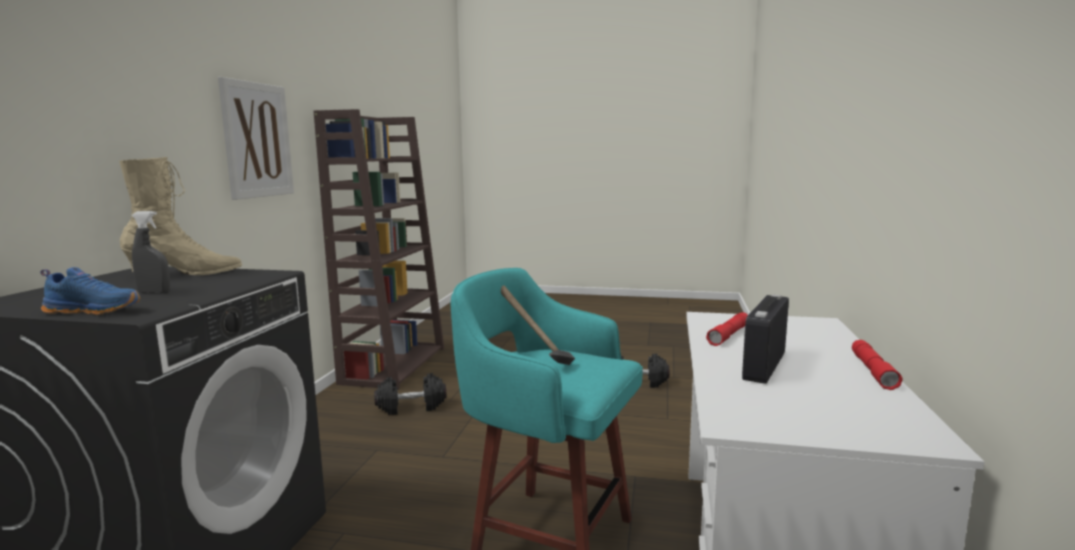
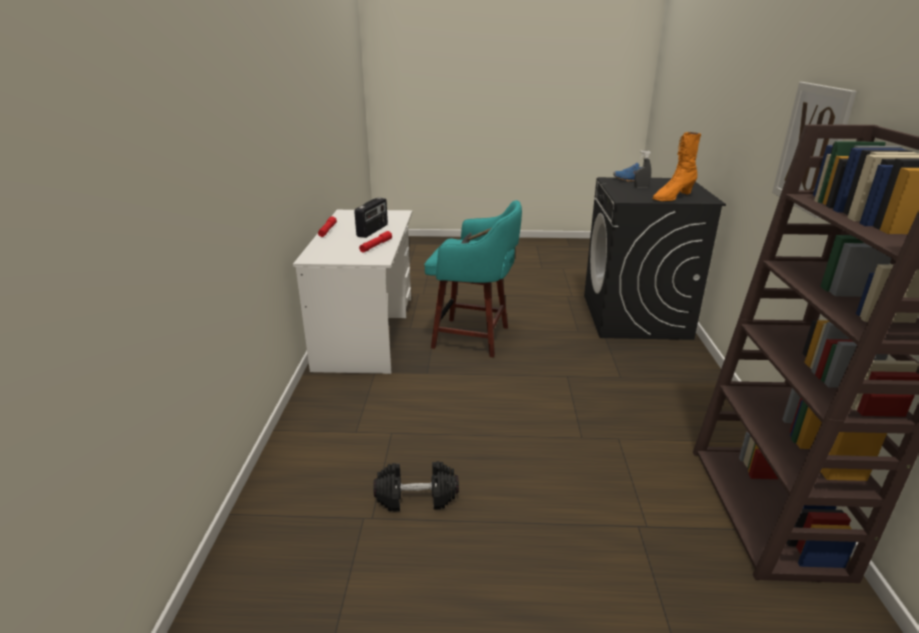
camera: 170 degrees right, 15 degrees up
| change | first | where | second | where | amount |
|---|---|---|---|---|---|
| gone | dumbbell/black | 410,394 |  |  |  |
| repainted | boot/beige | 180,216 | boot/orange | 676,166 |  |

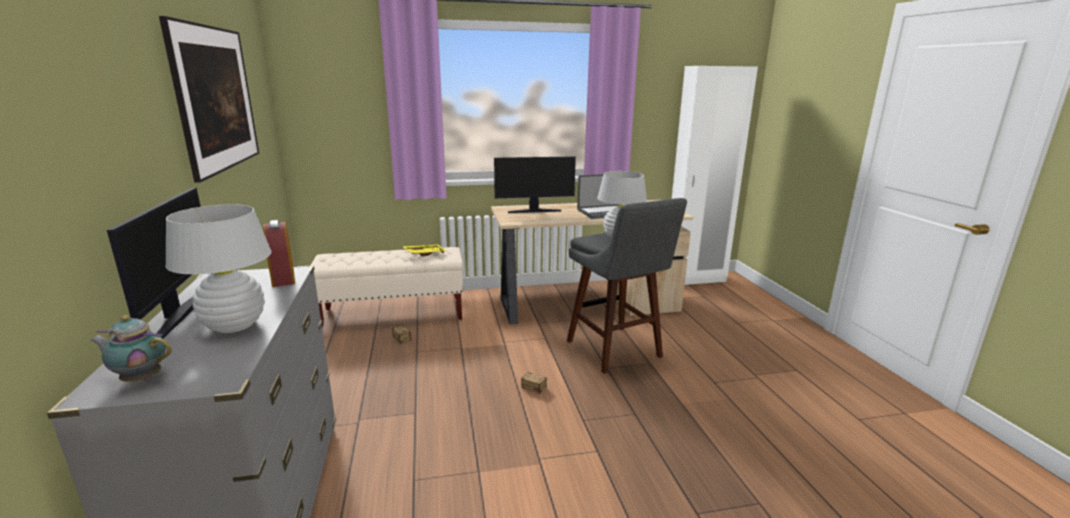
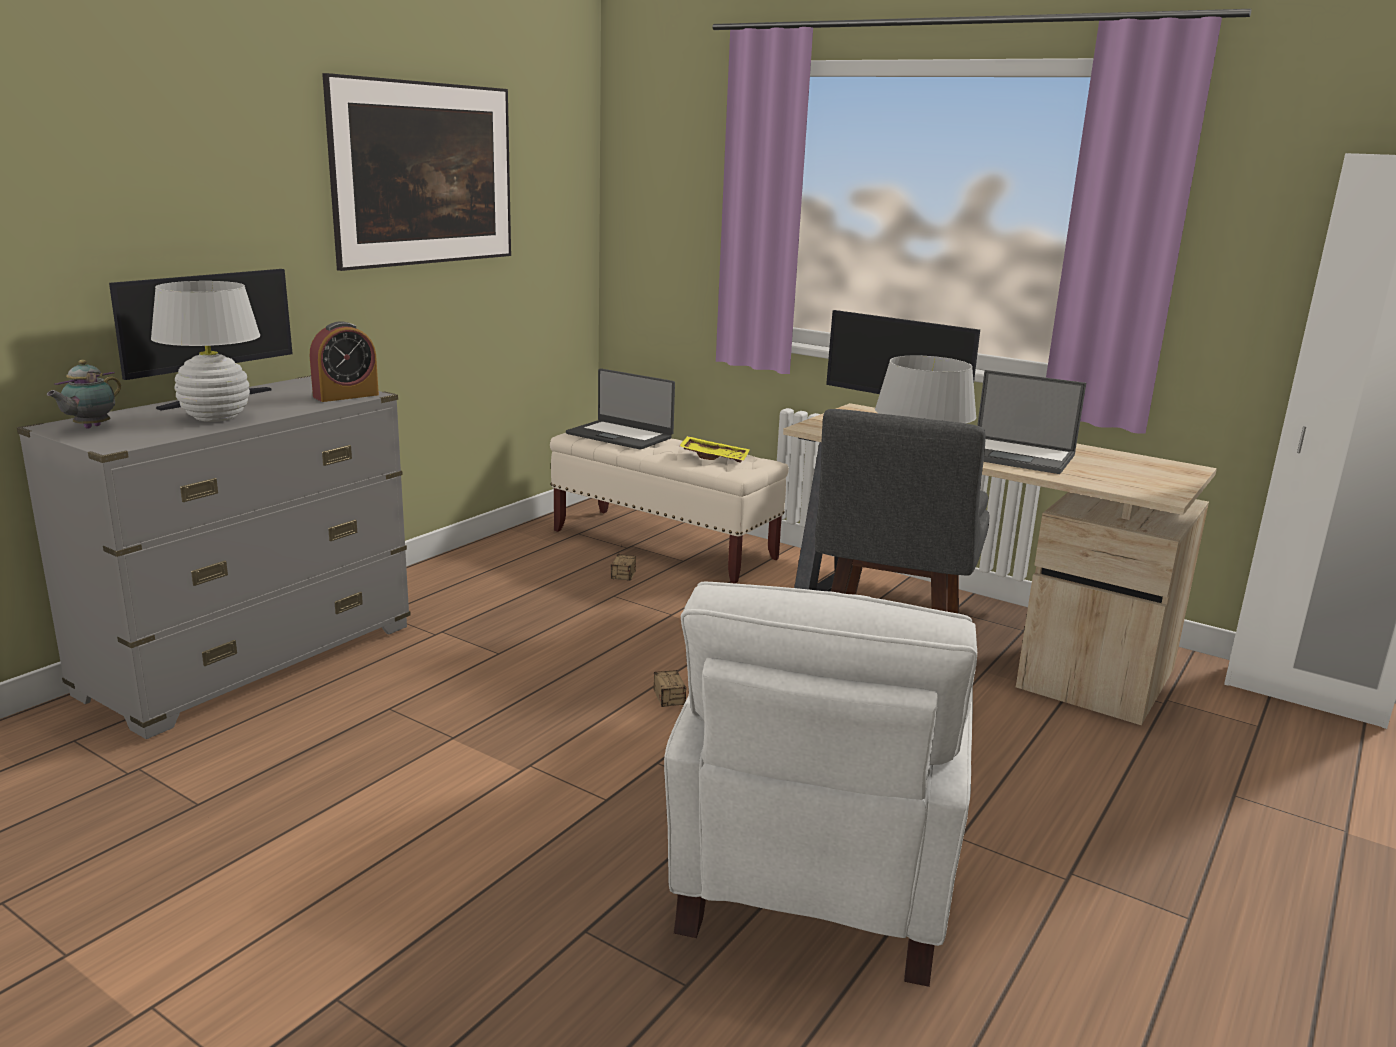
camera: 45 degrees right, 0 degrees up
| change | first | where | second | where | amount |
|---|---|---|---|---|---|
| new |  |  | laptop | 620,409 |  |
| new |  |  | armchair/white | 820,784 |  |
| rotated | teapot | 131,348 |  | 84,394 | 120 degrees counterclockwise |
| rotated | alarm clock | 279,253 |  | 344,361 | 150 degrees counterclockwise |

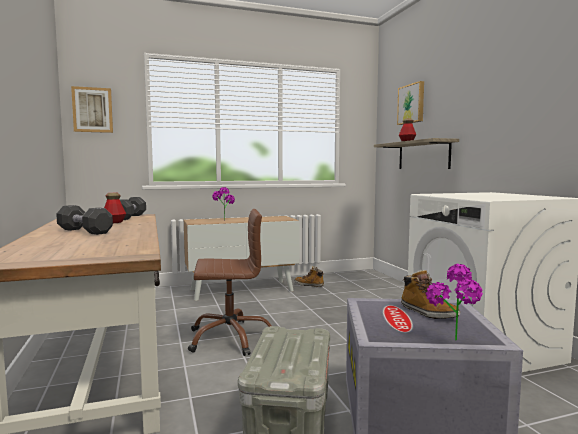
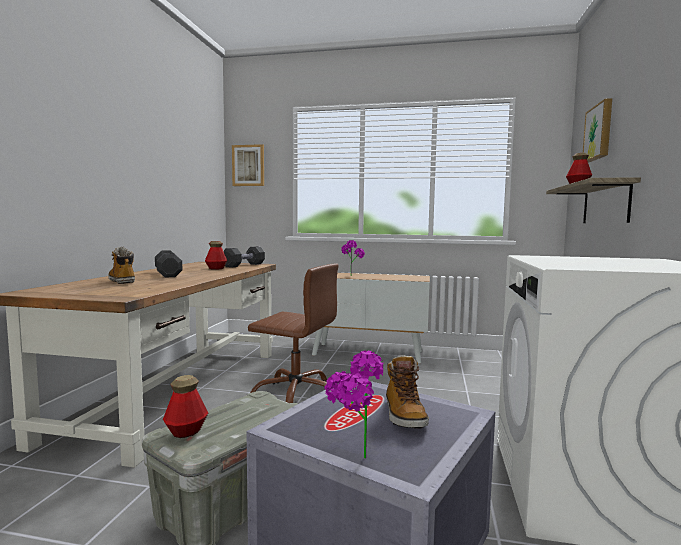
camera: 30 degrees right, 0 degrees up
| change | first | where | second | where | amount |
|---|---|---|---|---|---|
| new |  |  | bottle | 185,406 |  |
| shifted | boot | 309,276 |  | 121,265 |  |

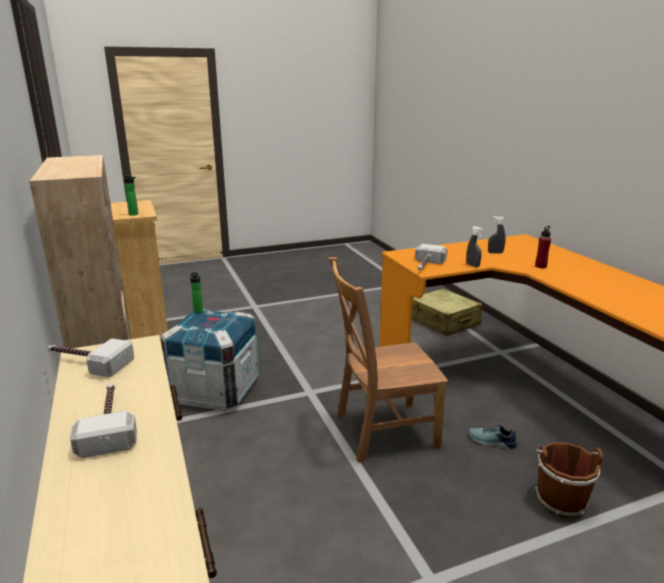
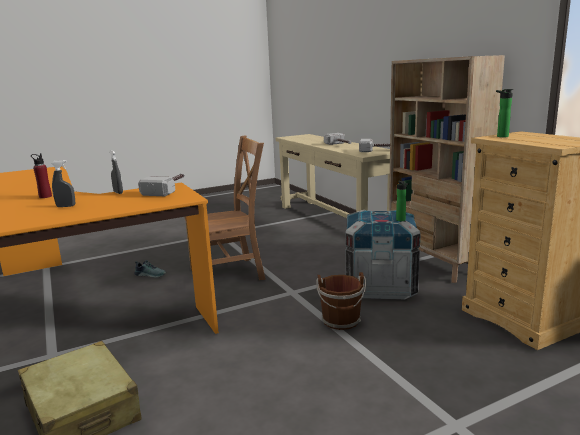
camera: 175 degrees right, 5 degrees down
| change | first | where | second | where | amount |
|---|---|---|---|---|---|
| shifted | bucket/brown | 569,480 |  | 341,301 |  |

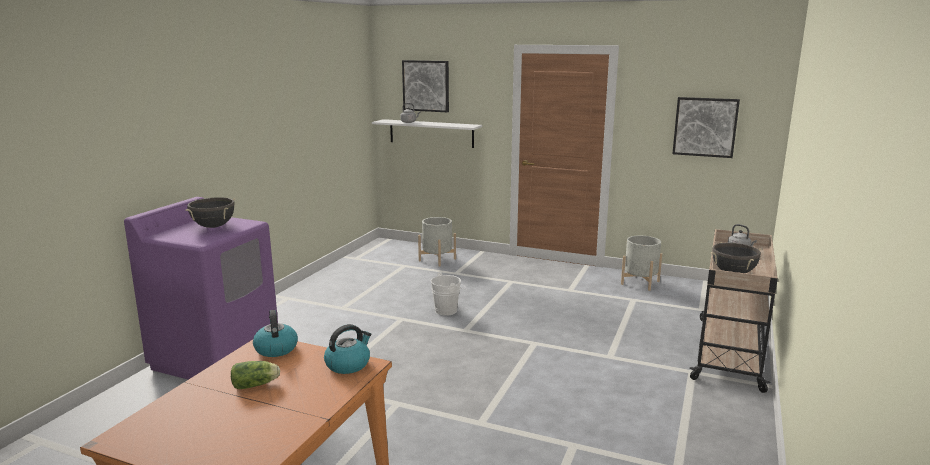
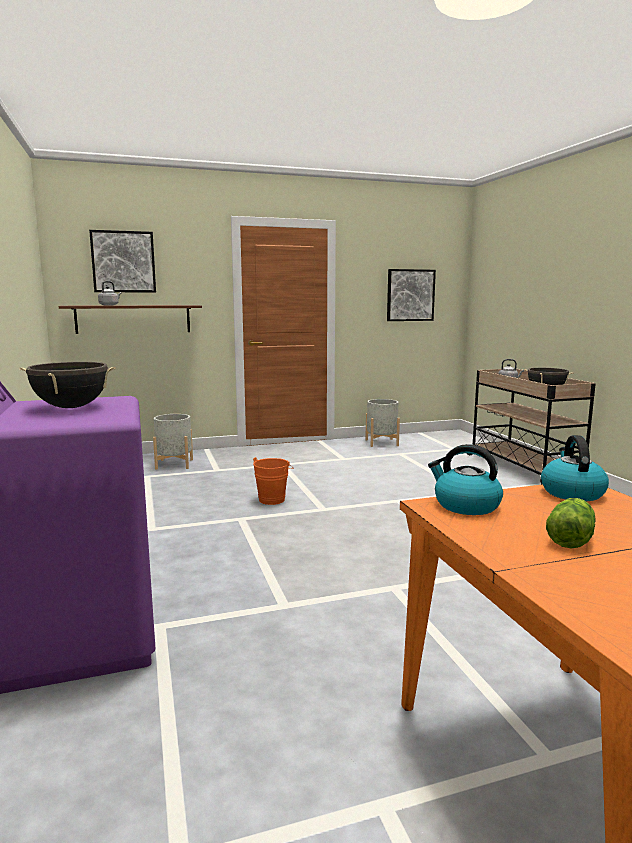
camera: 40 degrees left, 5 degrees down
| change | first | where | second | where | amount |
|---|---|---|---|---|---|
| repainted | shelf/white | 427,133 | shelf/brown | 130,319 |  |
| repainted | bucket/white | 448,294 | bucket/orange | 273,481 |  |

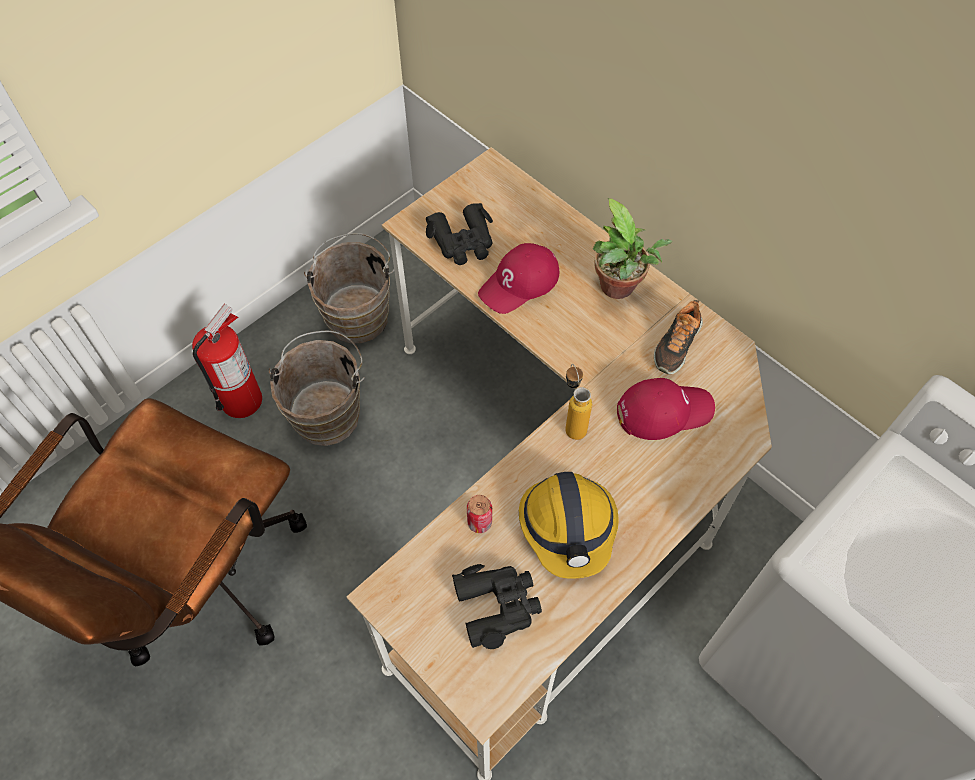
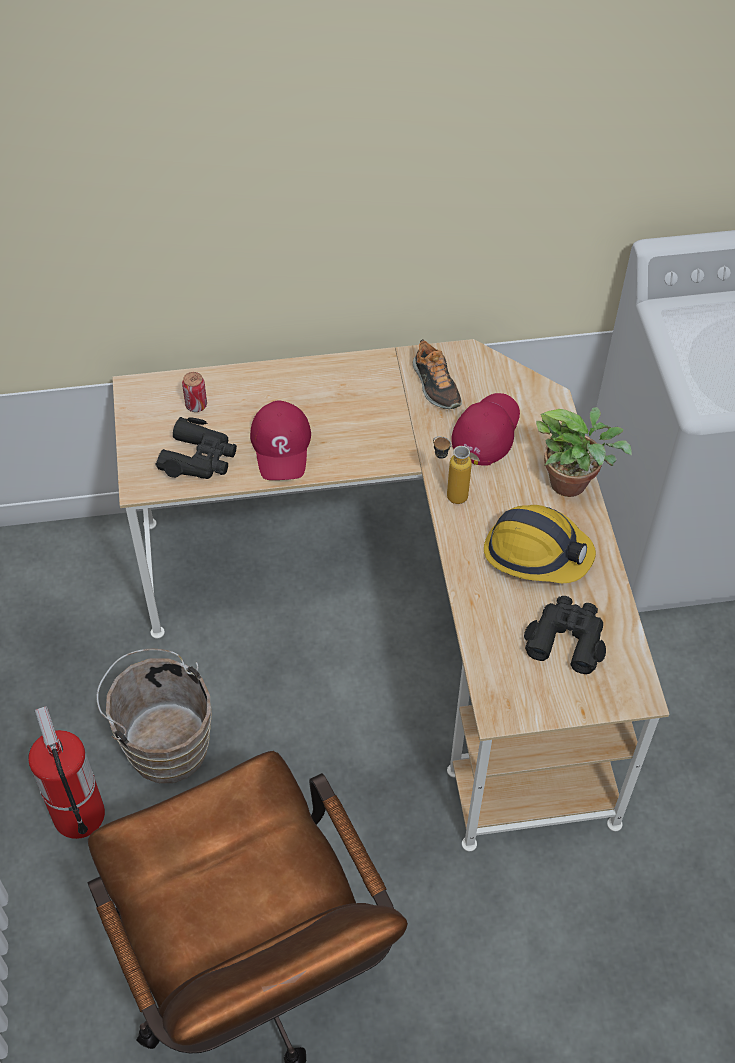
camera: 55 degrees left, 5 degrees down
| change | first | where | second | where | amount |
|---|---|---|---|---|---|
| gone | bucket/brown | 349,288 |  |  |  |
| shifted | can | 479,514 |  | 194,392 |  |
| shifted | potted plant | 633,248 |  | 584,452 |  |

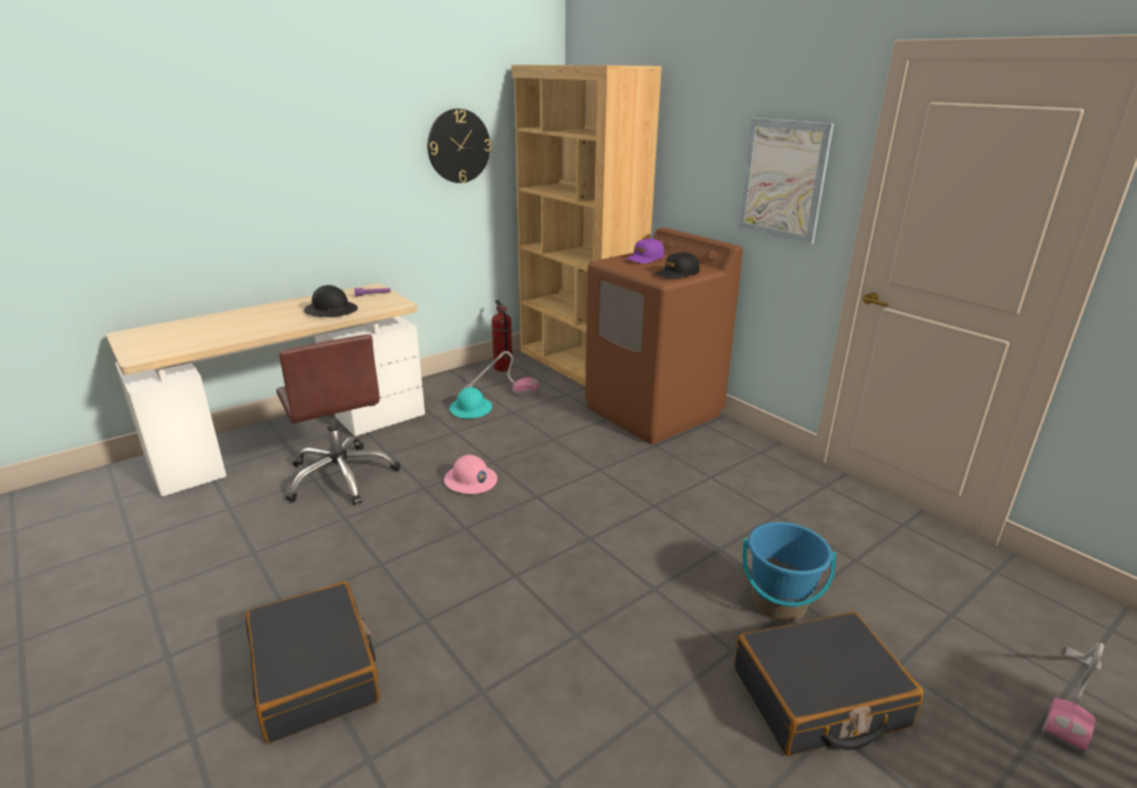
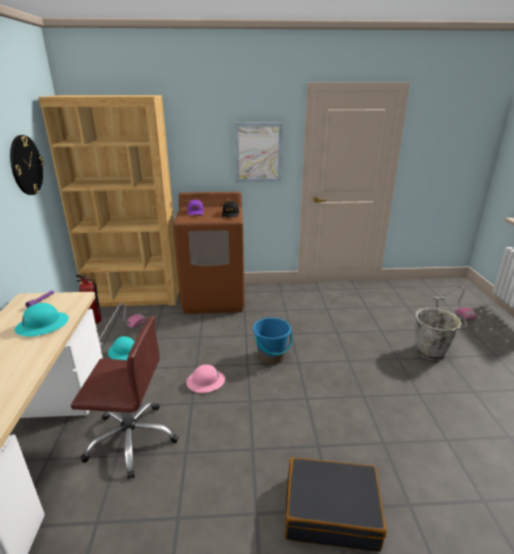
camera: 55 degrees left, 0 degrees up
| change | first | where | second | where | amount |
|---|---|---|---|---|---|
| shifted | bucket/blue | 789,572 |  | 272,341 |  |
| swapped | suitcase/black | 829,684 | bucket/grey | 441,334 |  |
| repainted | hard hat/black | 331,301 | hard hat/turquoise | 42,319 |  |

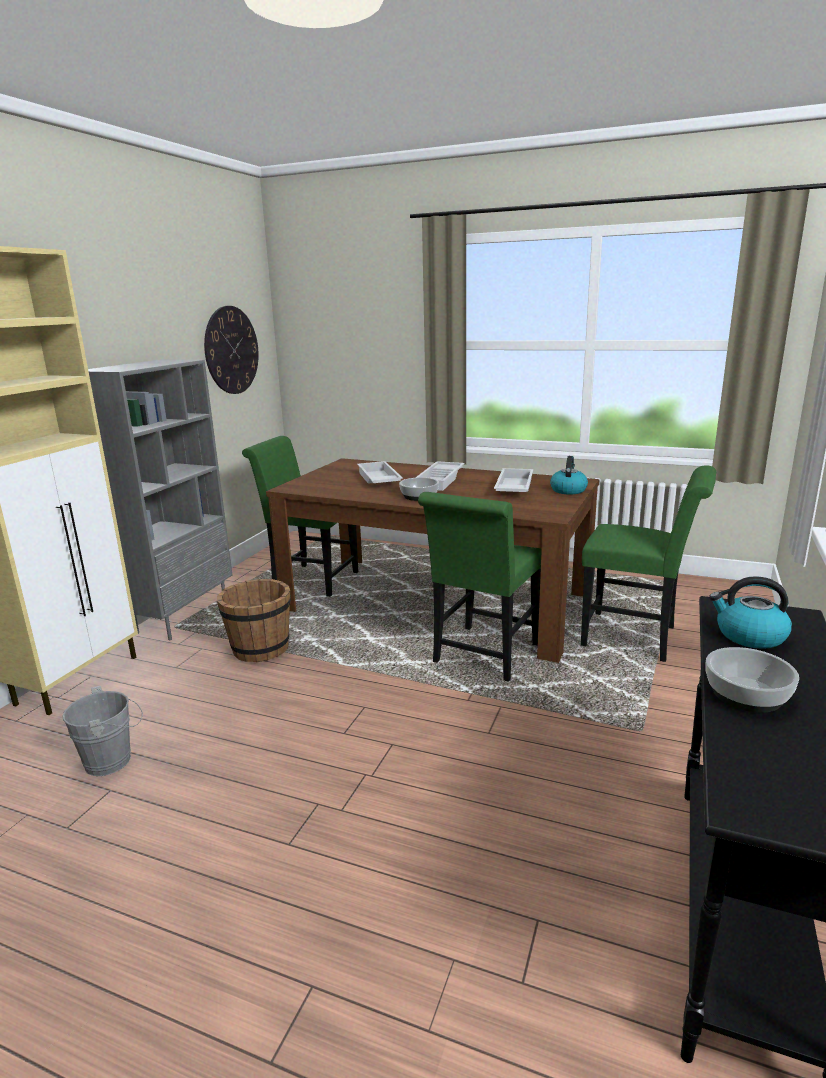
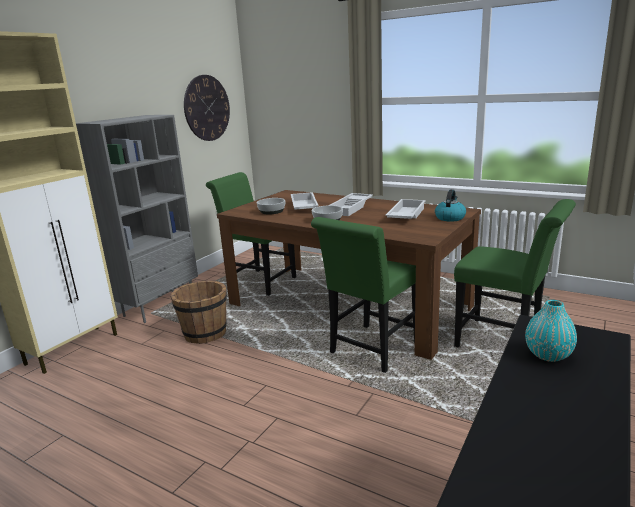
camera: 10 degrees right, 0 degrees up
| change | first | where | second | where | amount |
|---|---|---|---|---|---|
| gone | bucket/grey | 102,731 |  |  |  |
| shifted | bowl | 752,680 |  | 271,206 |  |
| swapped | kettle | 750,612 | vase/turquoise | 551,331 |  |

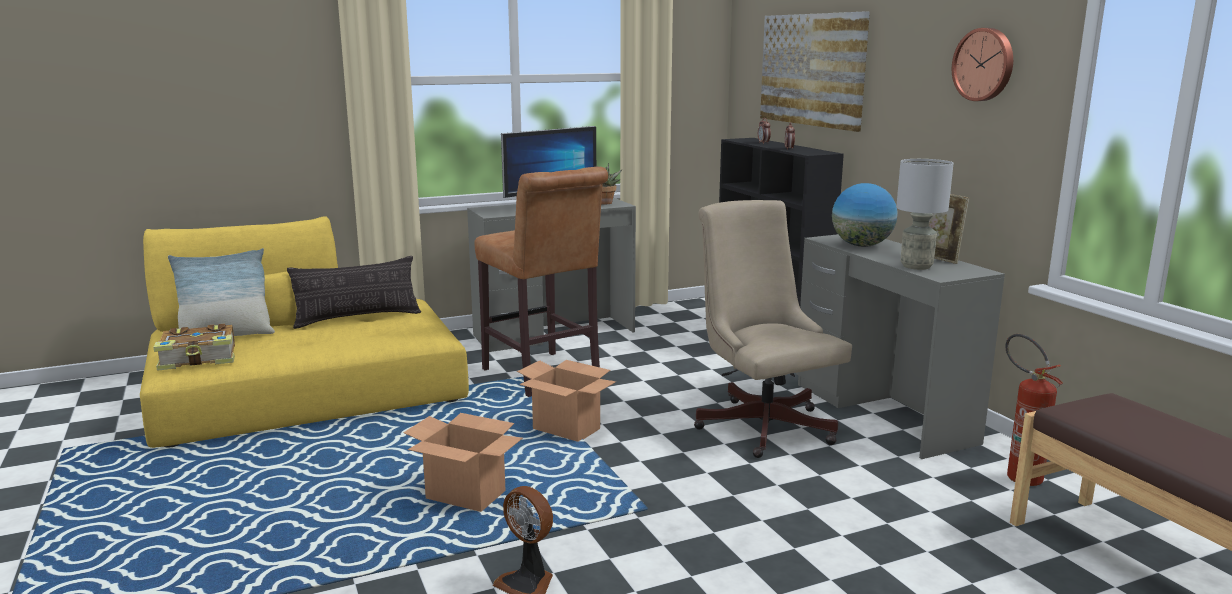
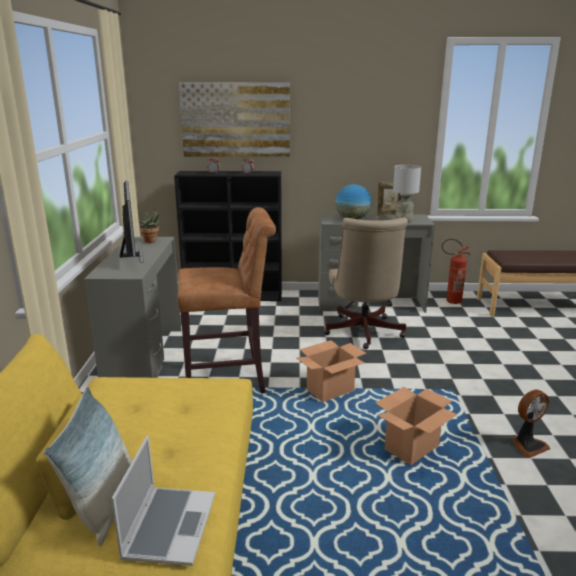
camera: 65 degrees left, 5 degrees up
| change | first | where | second | where | amount |
|---|---|---|---|---|---|
| gone | pillow | 354,292 |  |  |  |
| gone | wall clock | 982,64 |  |  |  |
| swapped | book | 194,347 | laptop | 163,500 |  |
| rotated | office chair/beige | 773,329 |  | 366,283 | 90 degrees counterclockwise |

